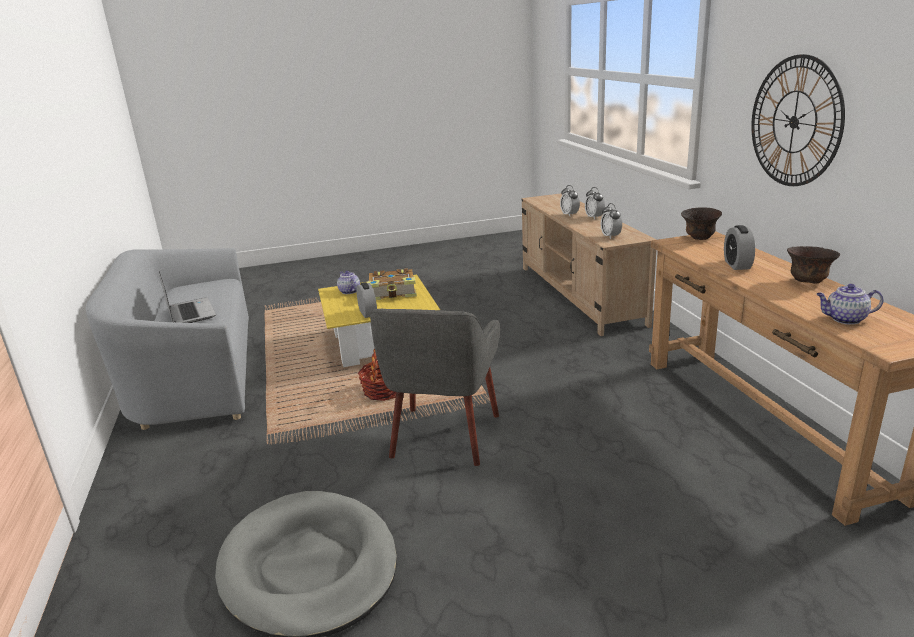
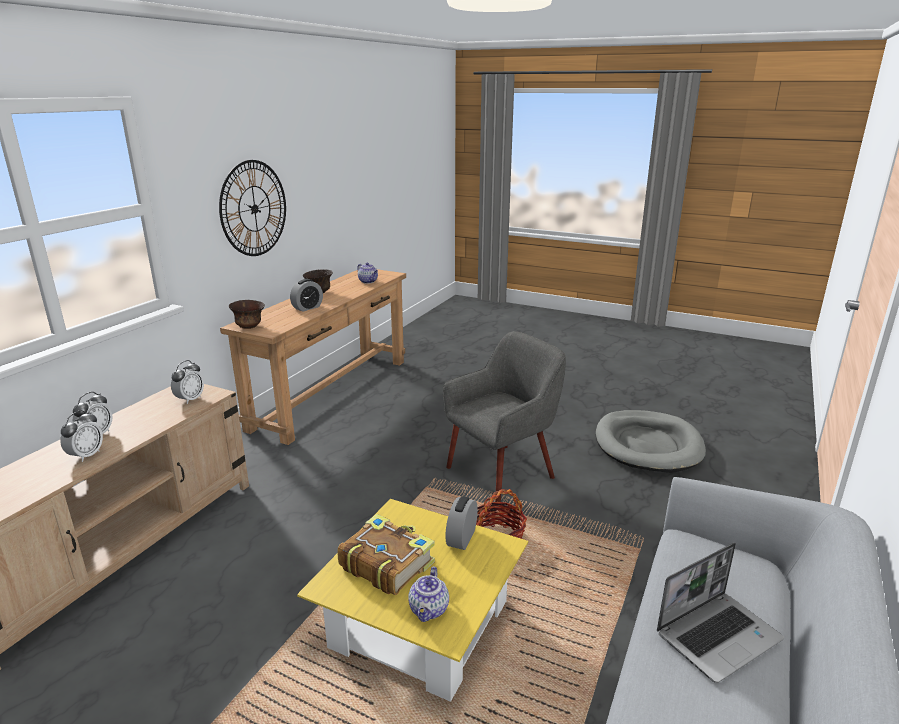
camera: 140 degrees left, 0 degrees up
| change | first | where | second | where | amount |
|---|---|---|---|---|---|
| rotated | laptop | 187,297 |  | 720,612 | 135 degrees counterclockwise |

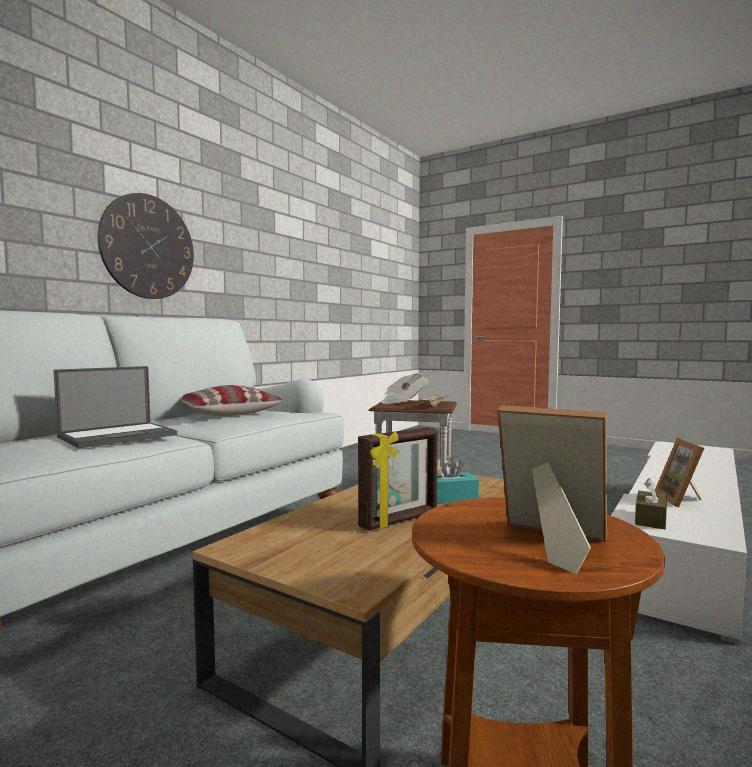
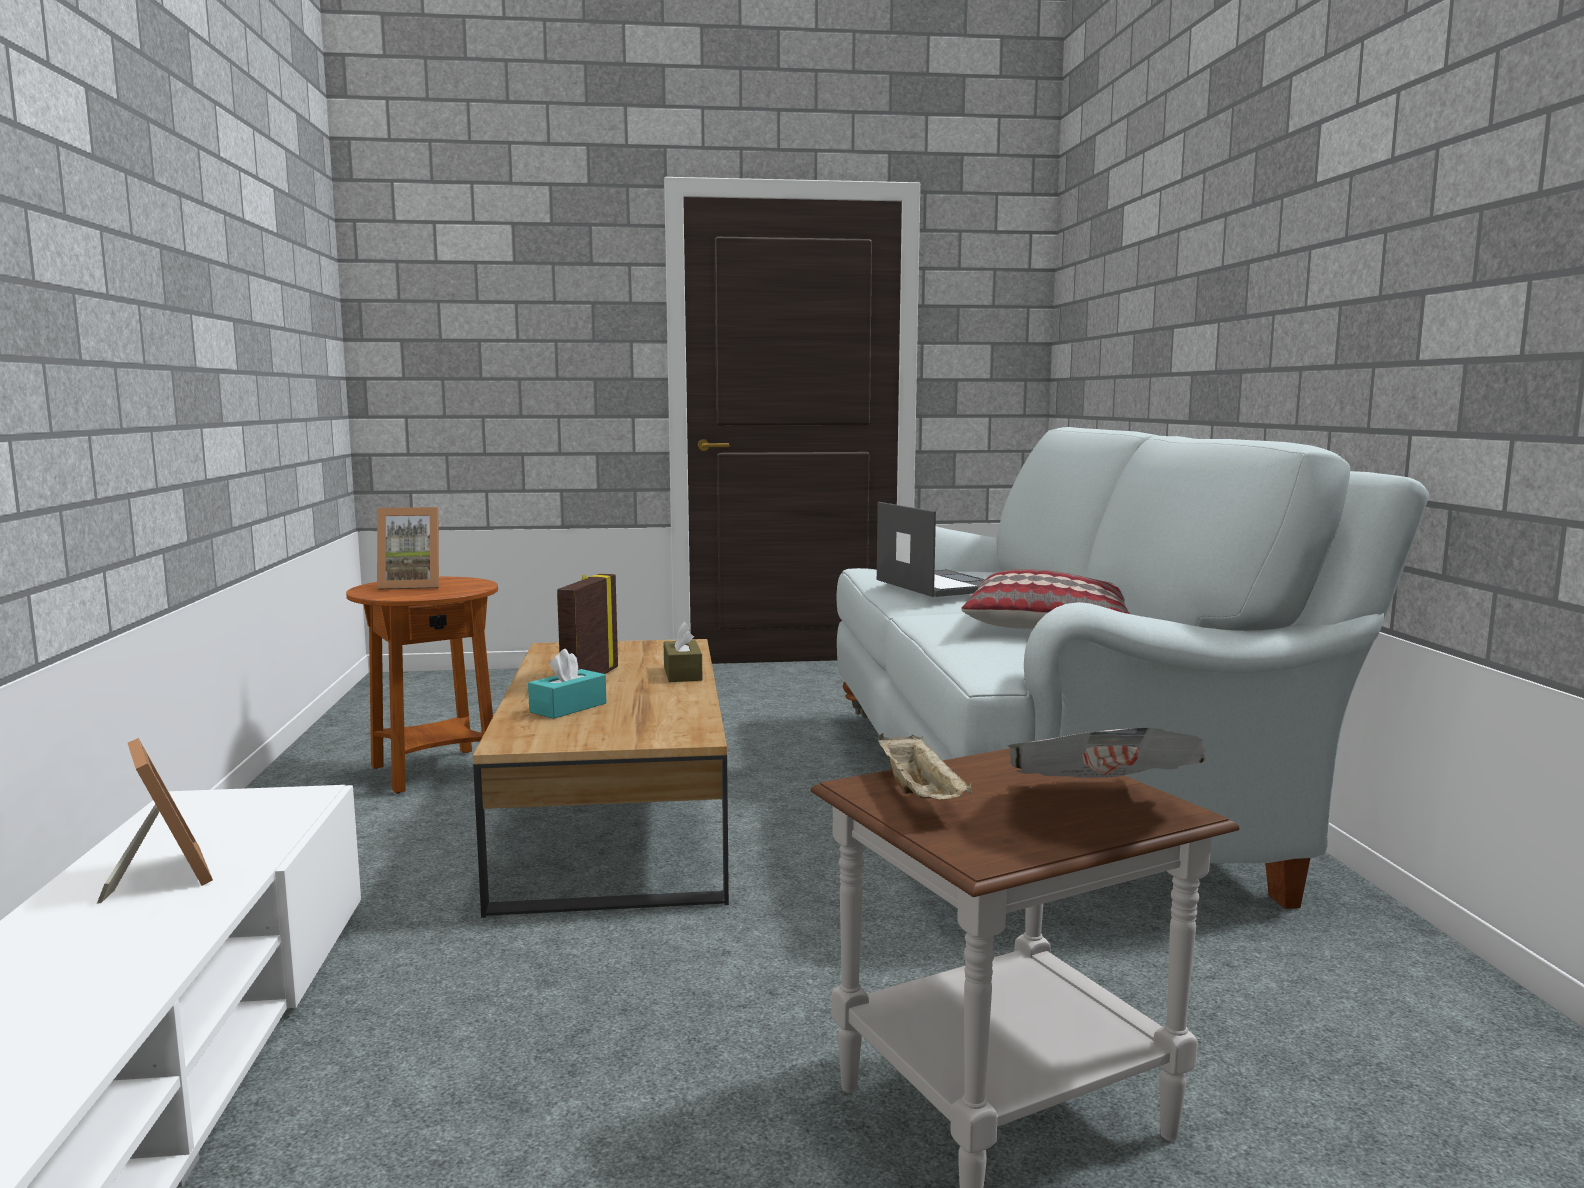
camera: 140 degrees right, 5 degrees up
| change | first | where | second | where | amount |
|---|---|---|---|---|---|
| gone | wall clock | 145,246 |  |  |  |
| shifted | tissue box/brown | 651,503 |  | 683,651 |  |
| rotated | laptop | 115,407 |  | 931,549 | 150 degrees clockwise |

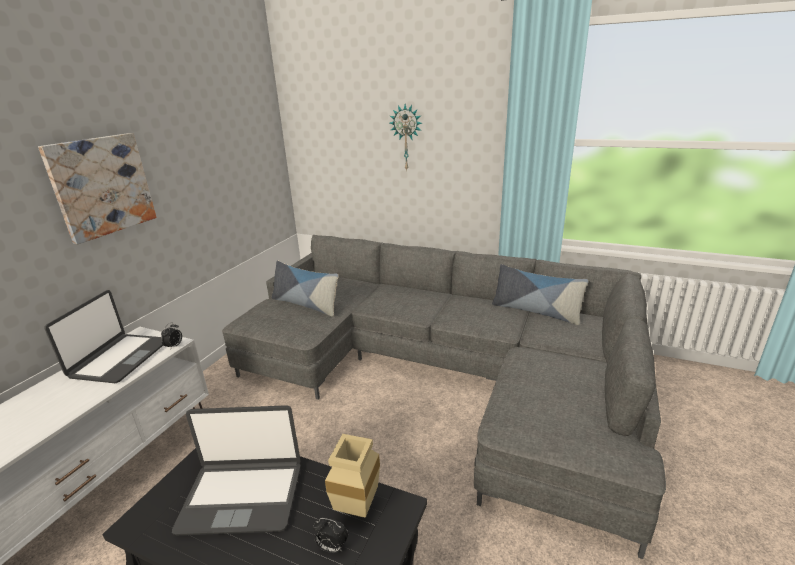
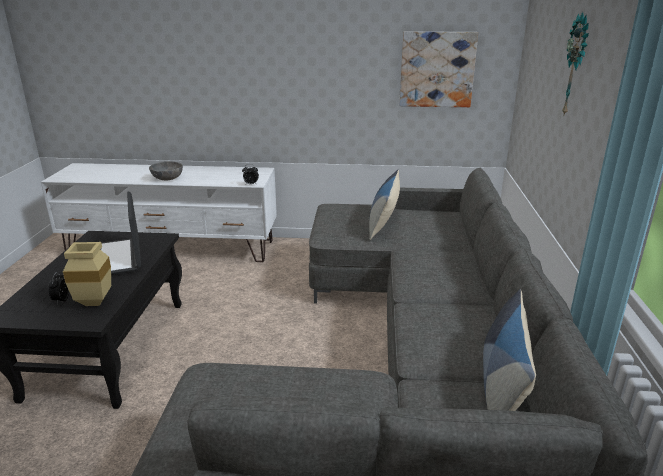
camera: 70 degrees right, 0 degrees up
| change | first | where | second | where | amount |
|---|---|---|---|---|---|
| gone | laptop | 103,336 |  |  |  |
| new |  |  | bowl/grey | 166,171 |  |
| shifted | picture | 97,188 |  | 438,69 |  |

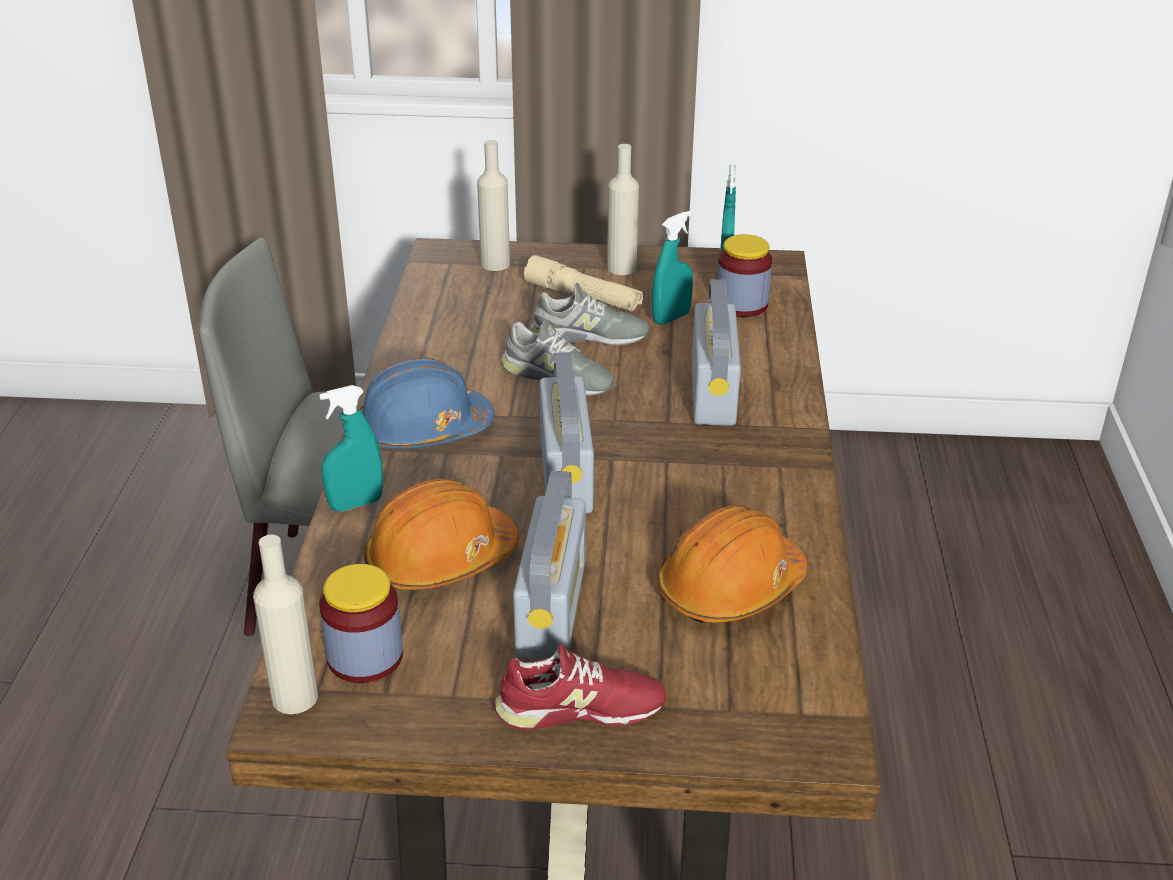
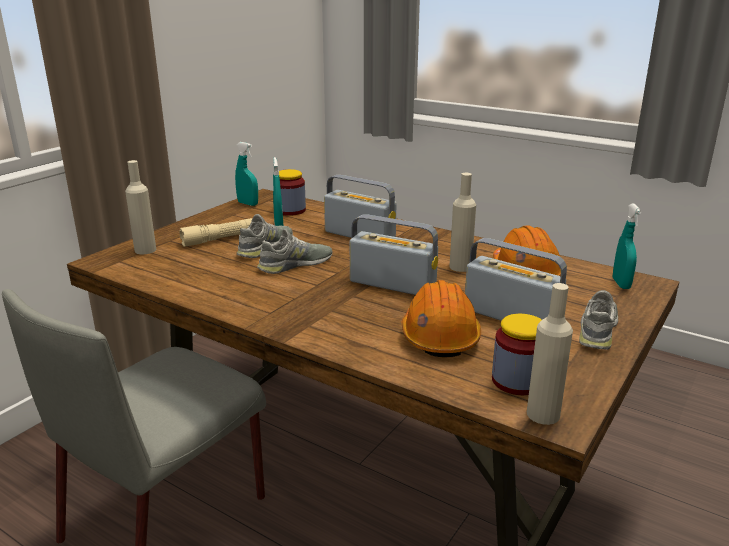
camera: 60 degrees left, 10 degrees down
| change | first | where | second | where | amount |
|---|---|---|---|---|---|
| gone | hard hat/blue | 427,403 |  |  |  |
| shifted | spray bottle/turquoise | 351,448 |  | 627,246 |  |
| shifted | bottle/beige | 623,209 |  | 462,222 |  |
| repainted | shoe/red | 580,687 | shoe/grey | 598,320 |  |

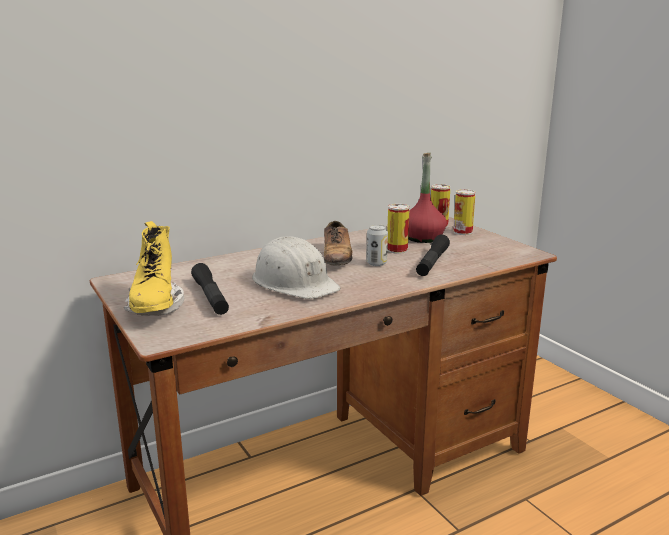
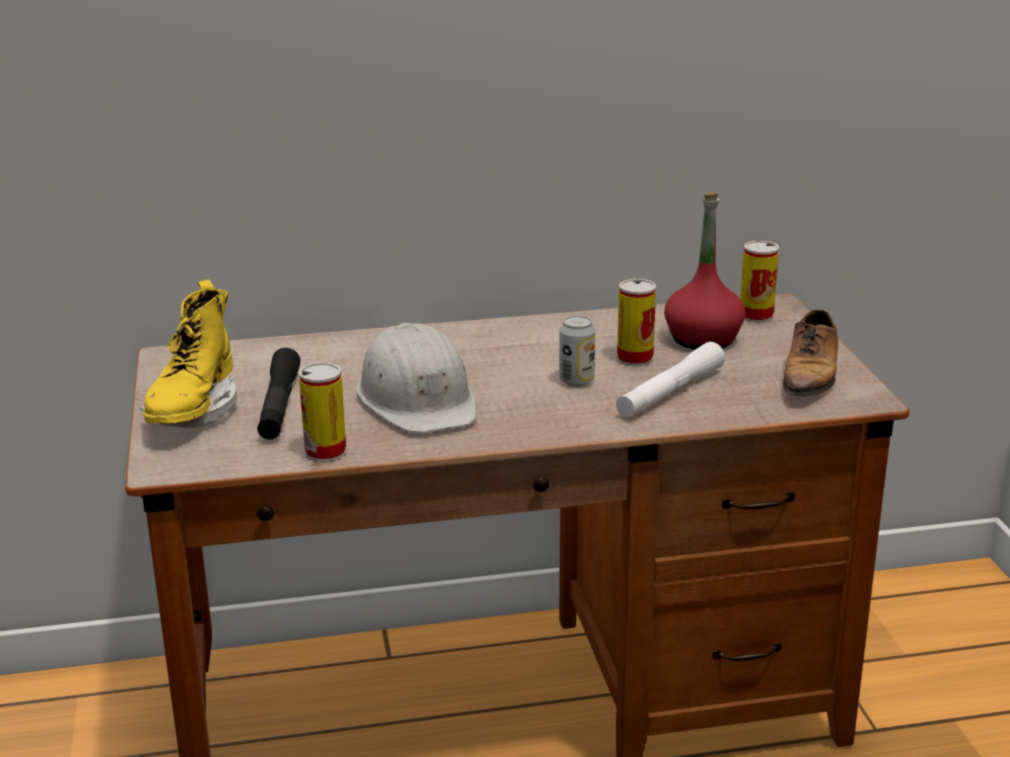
camera: 20 degrees right, 5 degrees up
| change | first | where | second | where | amount |
|---|---|---|---|---|---|
| shifted | shoe | 338,243 |  | 810,353 |  |
| shifted | can | 464,212 |  | 322,412 |  |
| repainted | flashlight/black | 433,255 | flashlight/white | 670,379 |  |

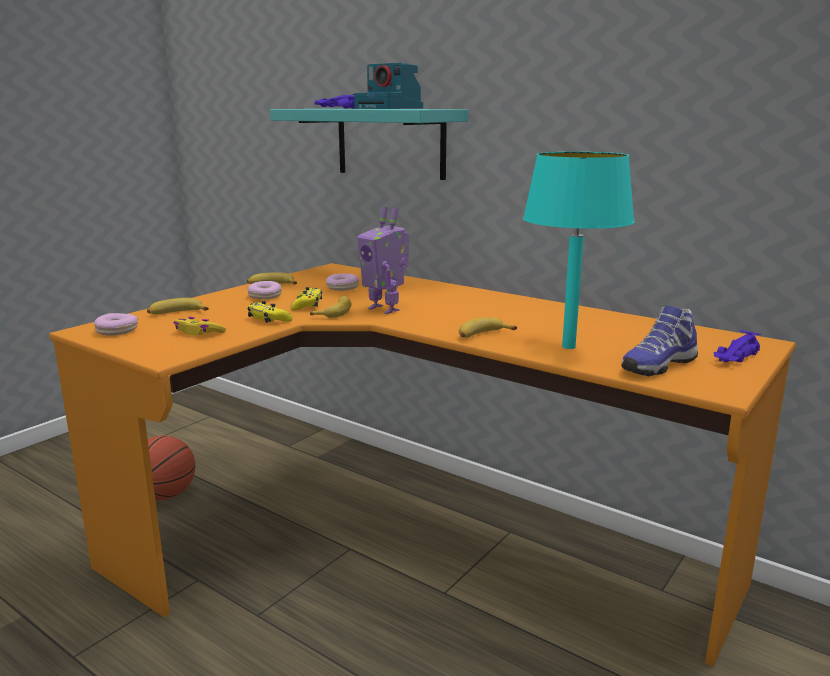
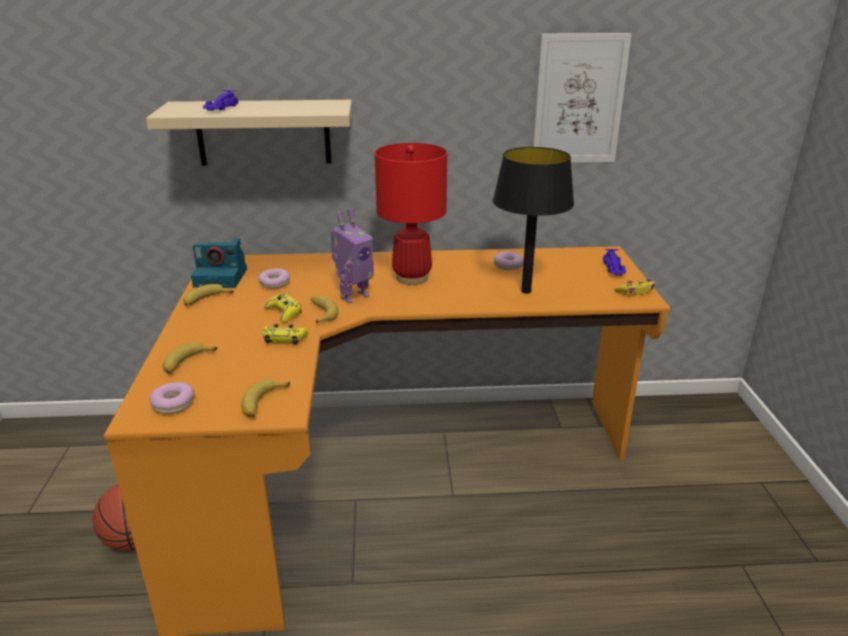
camera: 40 degrees left, 10 degrees up
| change | first | where | second | where | amount |
|---|---|---|---|---|---|
| gone | shoe | 659,341 |  |  |  |
| new |  |  | table lamp/red | 411,214 |  |
| new |  |  | picture | 582,98 |  |
| shifted | game controller/yellow | 199,326 |  | 634,287 |  |
| shifted | donut | 265,290 |  | 509,260 |  |
| shifted | photo camera | 388,86 |  | 219,263 |  |
| shifted | banana | 488,327 |  | 265,398 |  |
| repainted | shelf/turquoise | 369,144 | shelf/beige | 249,133 |  |
| repainted | table lamp/turquoise | 579,250 | table lamp/black | 533,220 |  |
| rotated | toy robot | 383,260 |  | 352,256 | 45 degrees counterclockwise |

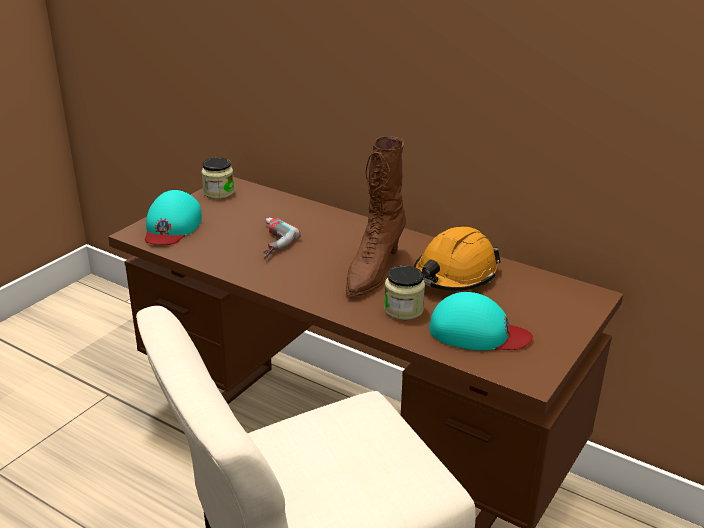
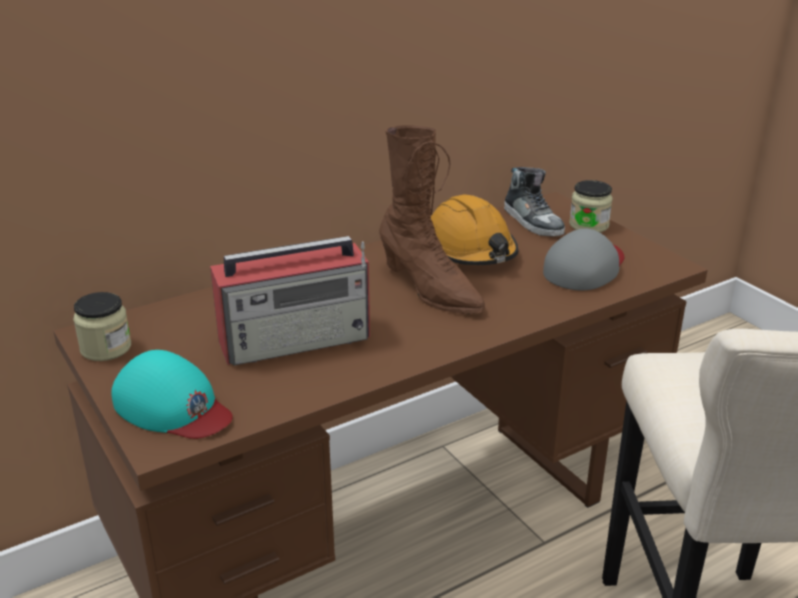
camera: 65 degrees left, 0 degrees up
| change | first | where | second | where | amount |
|---|---|---|---|---|---|
| new |  |  | shoe | 534,202 |  |
| shifted | jar | 404,292 |  | 591,206 |  |
| swapped | power drill | 282,238 | radio | 290,301 |  |
| repainted | cap/turquoise | 481,321 | cap/grey | 583,259 |  |

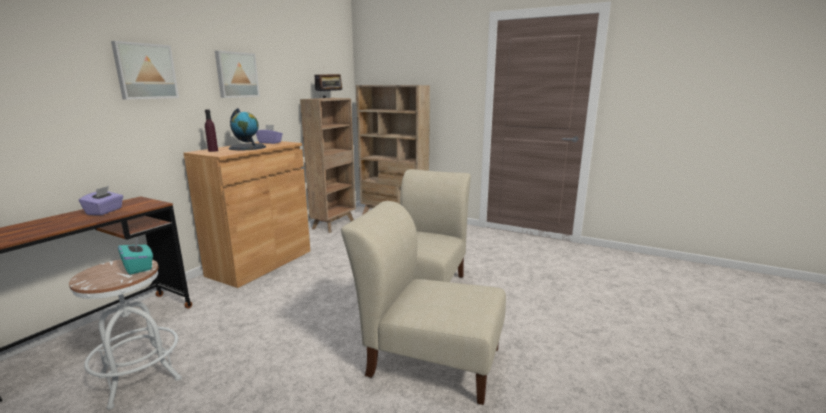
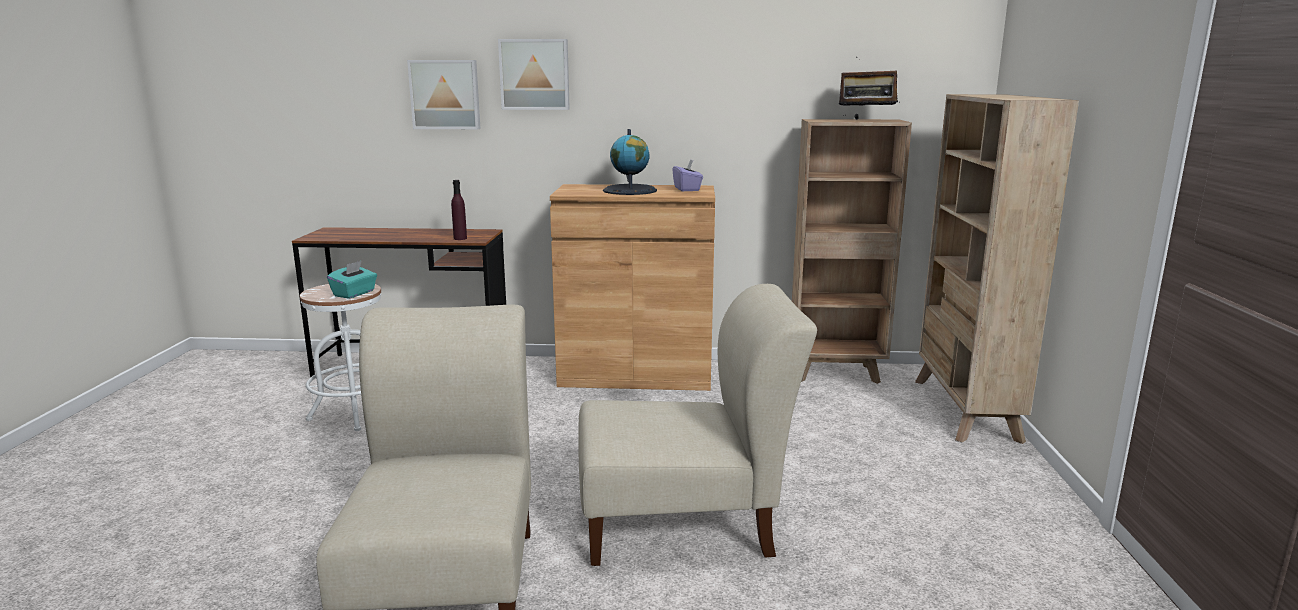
camera: 65 degrees right, 0 degrees up
| change | first | where | second | where | amount |
|---|---|---|---|---|---|
| gone | tissue box/purple | 101,200 |  |  |  |
| shifted | bottle/purple | 211,131 |  | 459,210 |  |
| shifted | picture | 237,74 |  | 444,94 |  |

